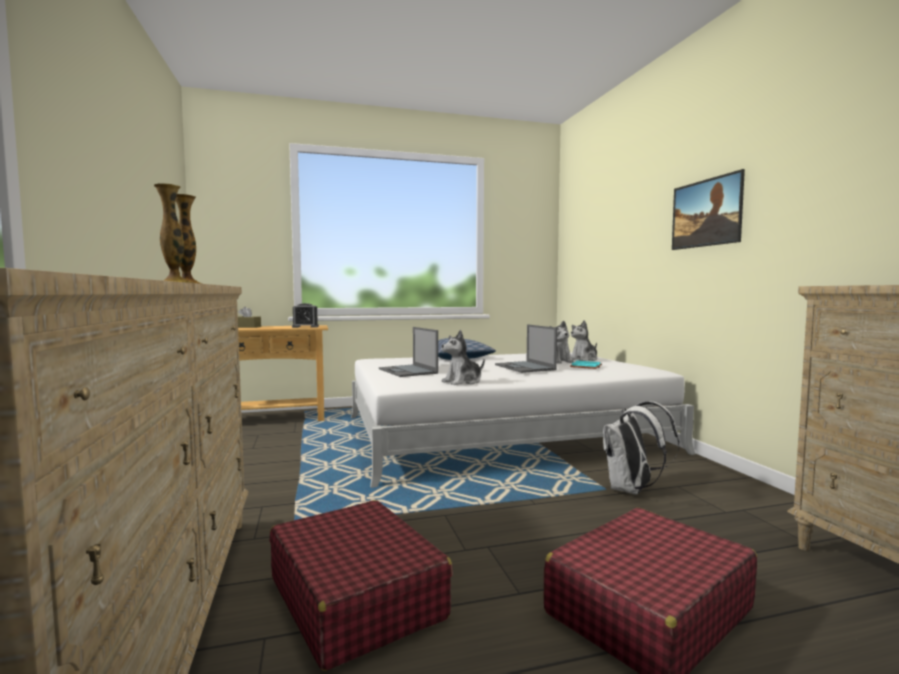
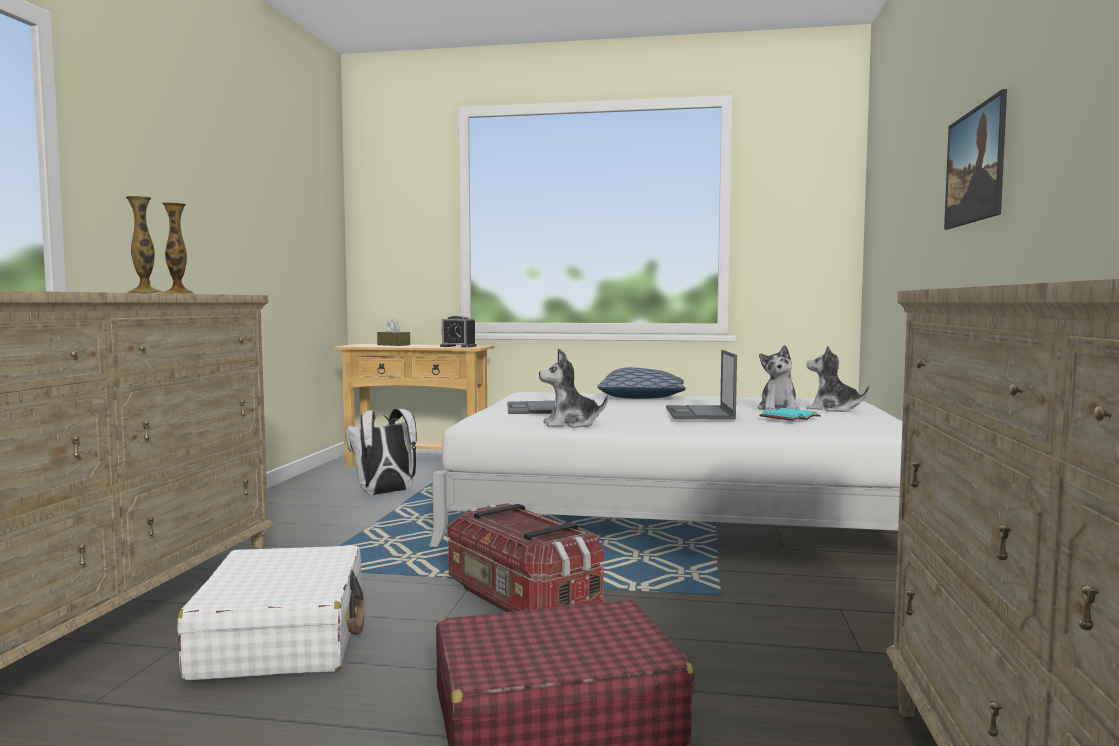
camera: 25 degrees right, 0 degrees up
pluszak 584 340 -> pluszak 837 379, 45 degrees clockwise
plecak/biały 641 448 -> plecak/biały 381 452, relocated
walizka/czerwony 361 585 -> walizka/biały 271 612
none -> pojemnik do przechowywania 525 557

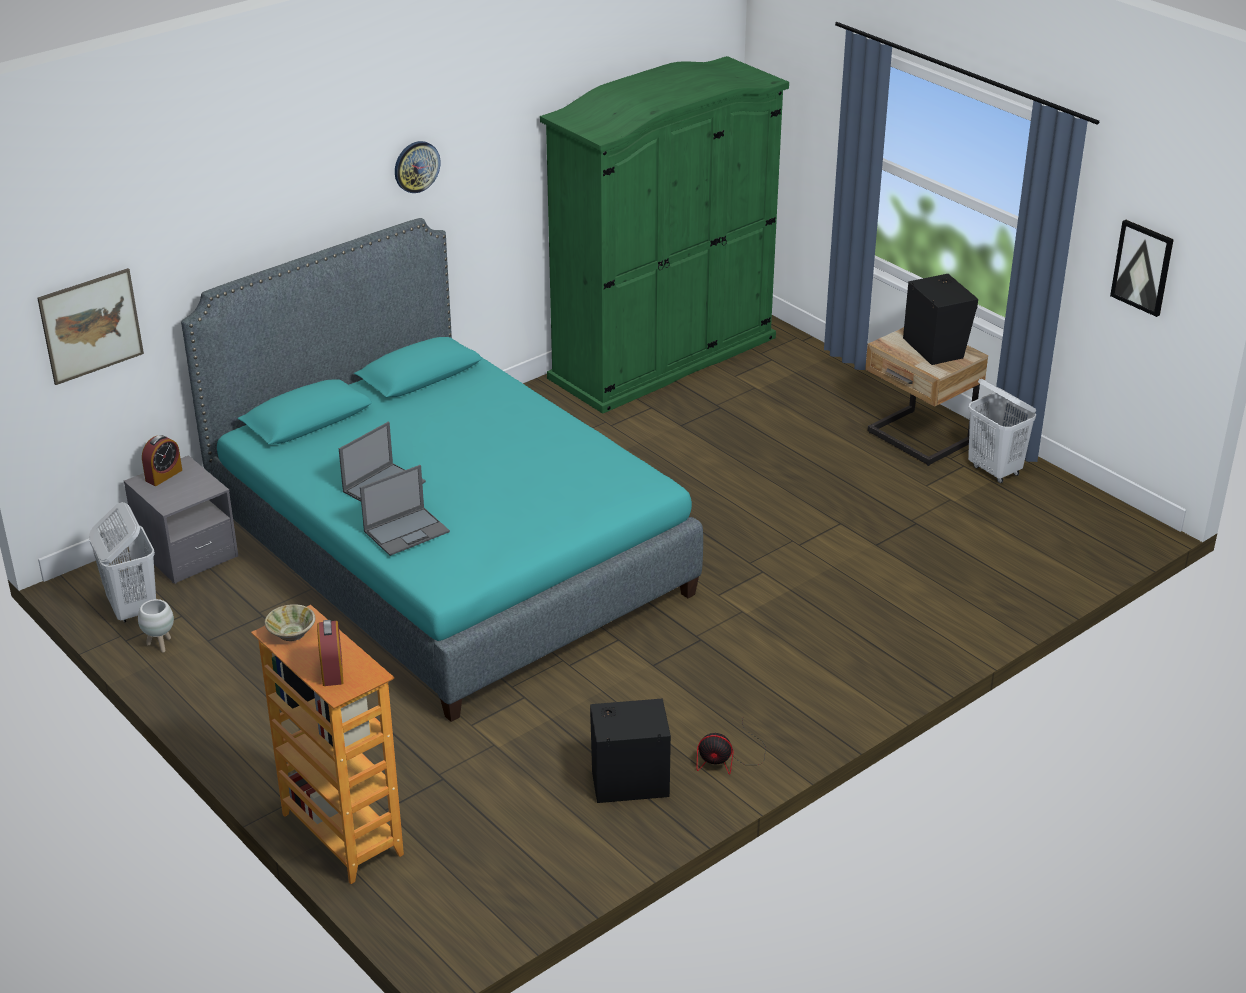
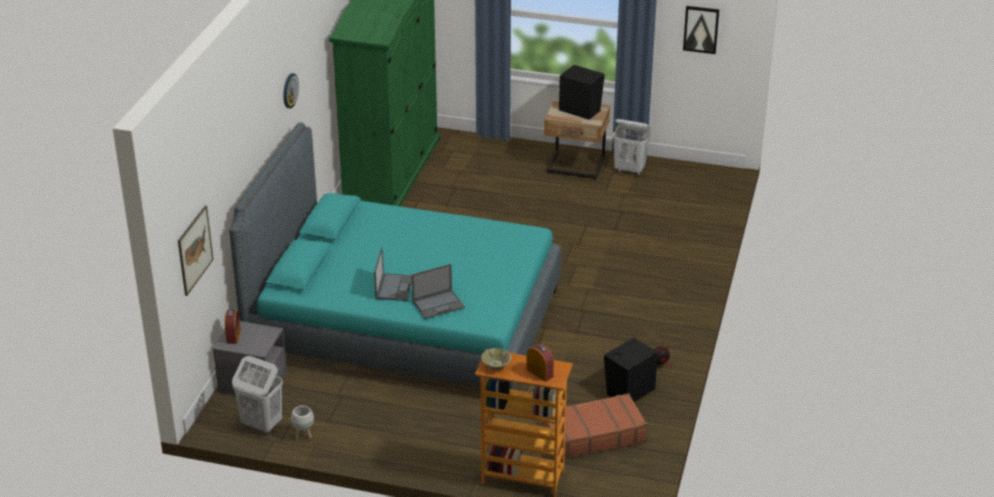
camera: 35 degrees left, 0 degrees up
laptop 405 510 -> laptop 438 291, 45 degrees clockwise
none -> walizka/brązowy 594 426

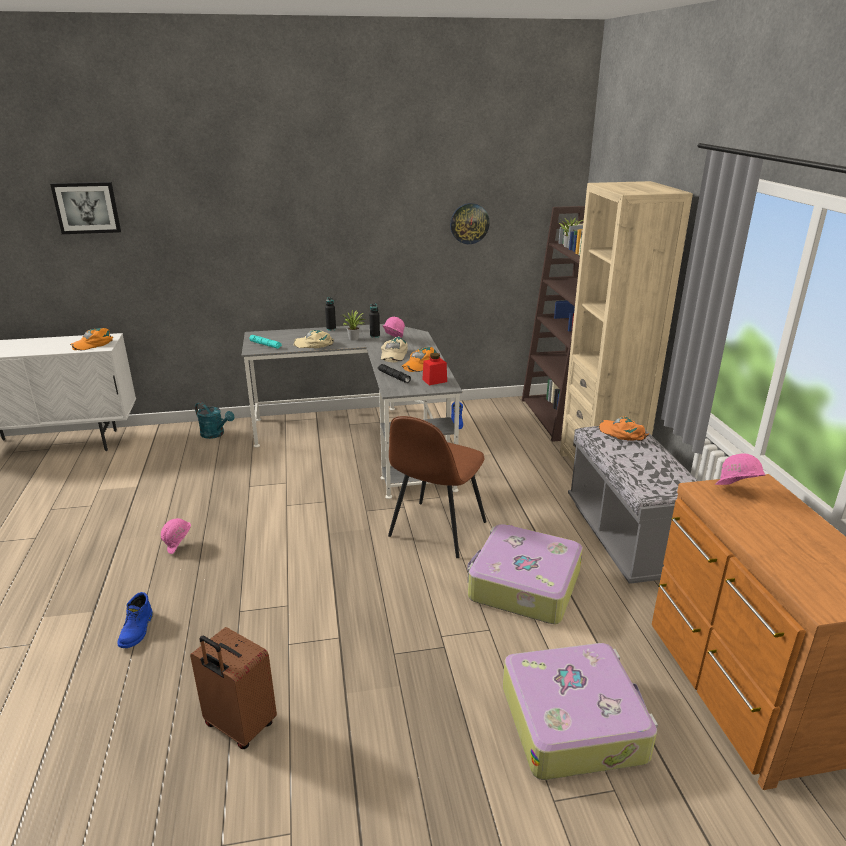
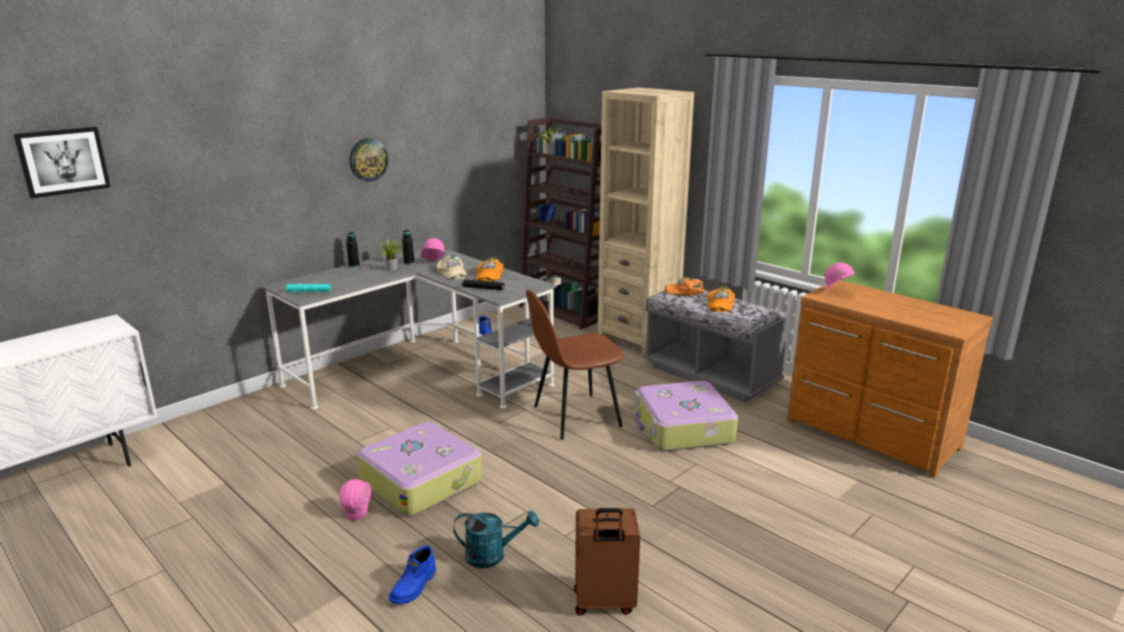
camera: 35 degrees left, 5 degrees down
zegar ścienny 470 223 -> zegar ścienny 368 160, relocated
czapka z daszkiem/pomarańczowy 91 339 -> czapka z daszkiem/pomarańczowy 721 299, relocated
czapka z daszkiem/beżowy 314 339 -> none
słoik/czerwony 434 369 -> none
konewka/turkusowy 214 420 -> konewka/turkusowy 496 539, relocated
krzesło/brązowy 437 487 -> krzesło/brązowy 575 365, 75 degrees clockwise
but z cholewką/niebieski 135 620 -> but z cholewką/niebieski 412 575, 60 degrees clockwise
walizka 580 711 -> walizka 419 469, relocated

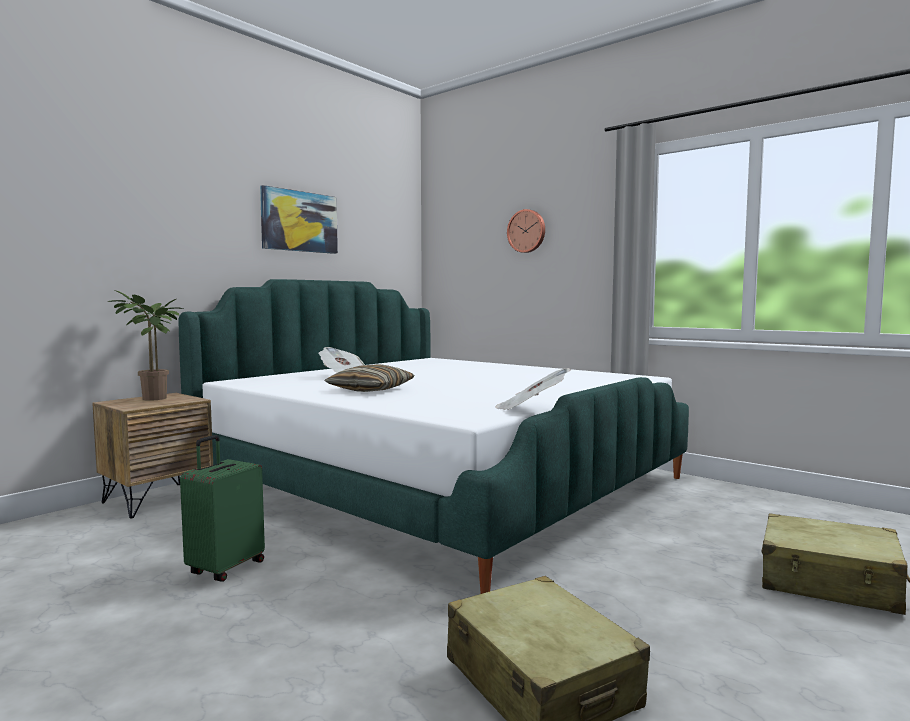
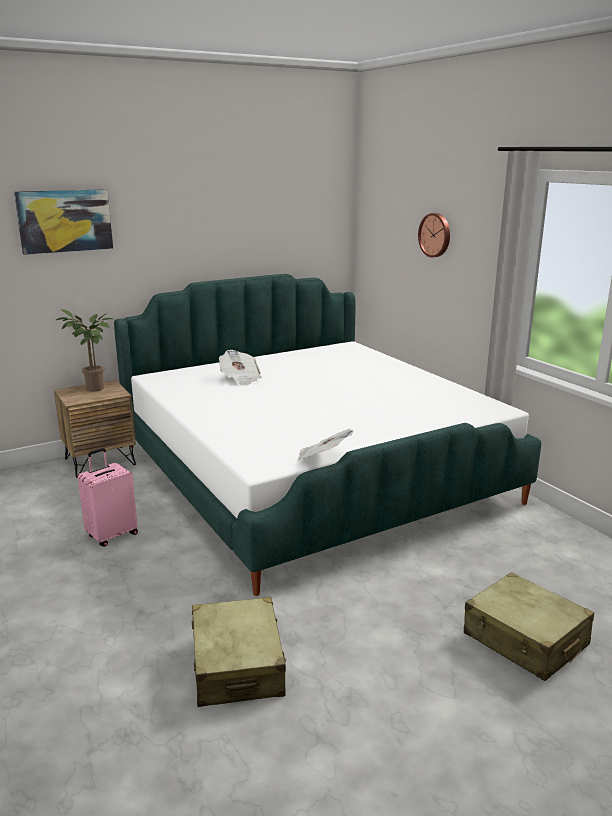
camera: 20 degrees right, 15 degrees up
obraz 299 219 -> obraz 63 222, relocated
poduszka 369 378 -> none
walizka/zielony 222 508 -> walizka/różowy 108 497

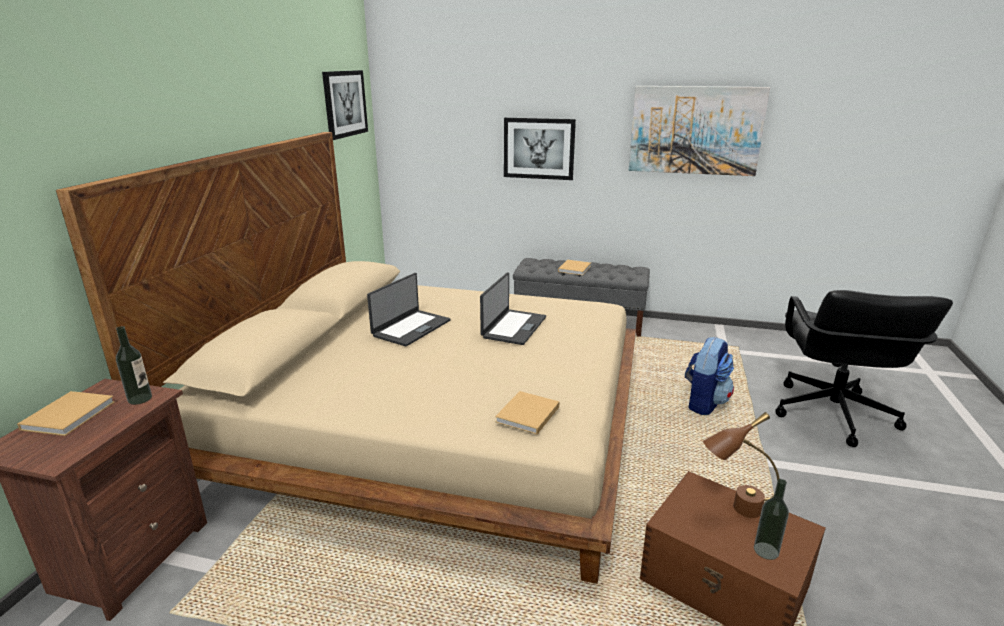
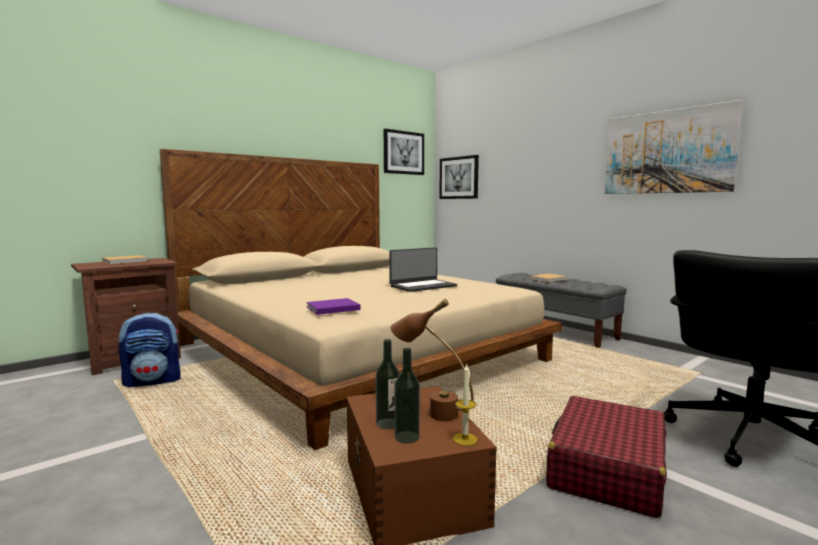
camera: 35 degrees right, 15 degrees down
obraz 540 149 -> obraz 459 177, relocated
laptop 409 309 -> none
butelka 134 365 -> butelka 387 384, relocated
plecak 709 376 -> plecak 149 350, relocated
książka/beżowy 527 413 -> książka/fioletowy 333 306
none -> świeca 465 404
none -> walizka/czerwony 606 457

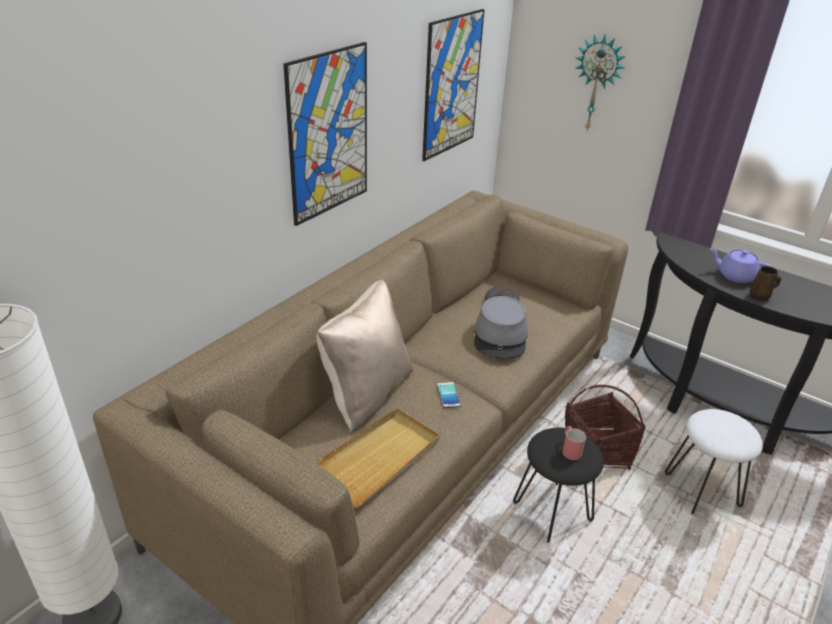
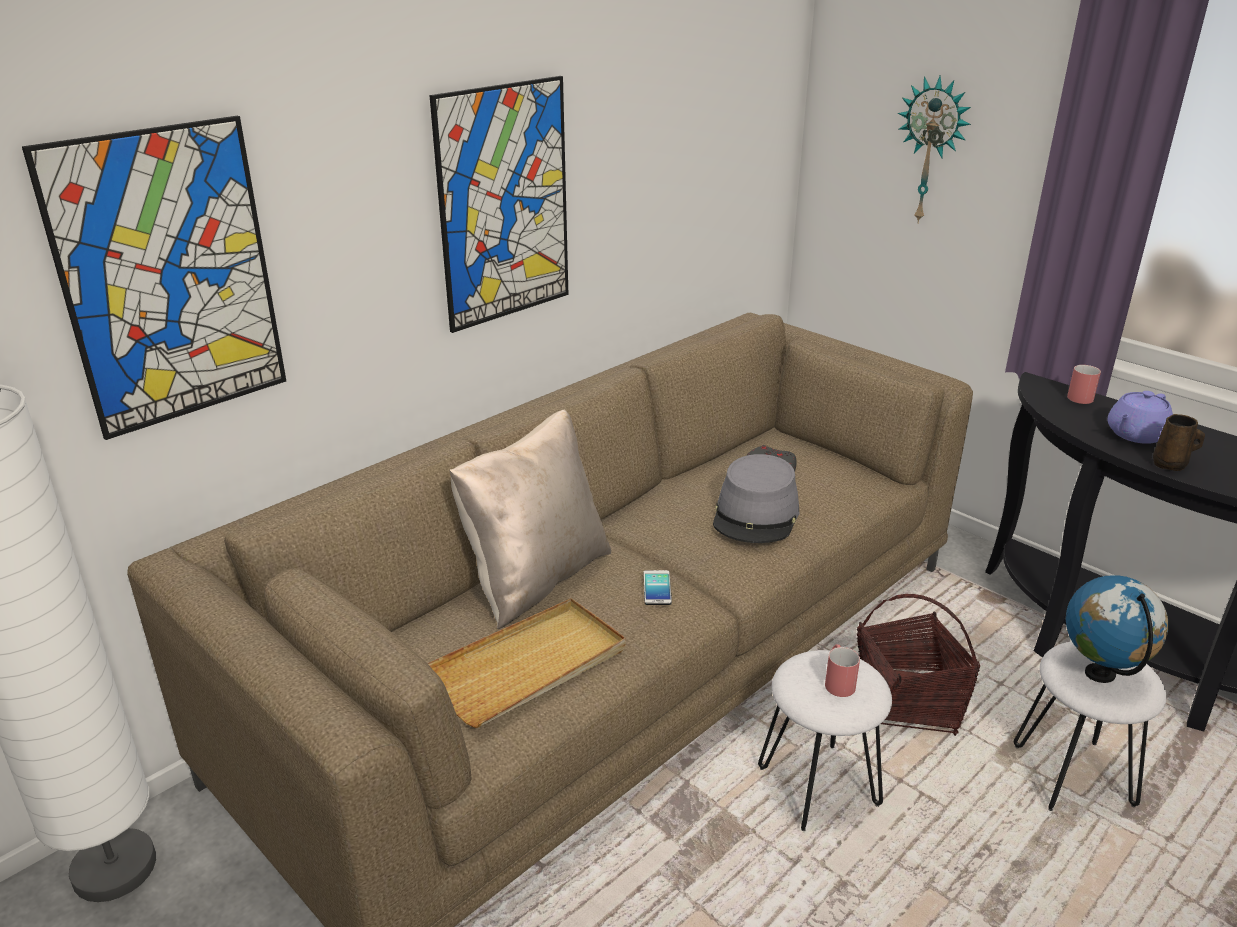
camera: 10 degrees right, 5 degrees down
obraz 453 85 -> obraz 154 278, relocated
imbryk/fioletowy 741 266 -> imbryk/fioletowy 1140 417, 75 degrees counterclockwise
stołek/czarny 558 485 -> stołek/biały 825 740
none -> kubek/czerwony 1084 384
none -> globus 1117 629

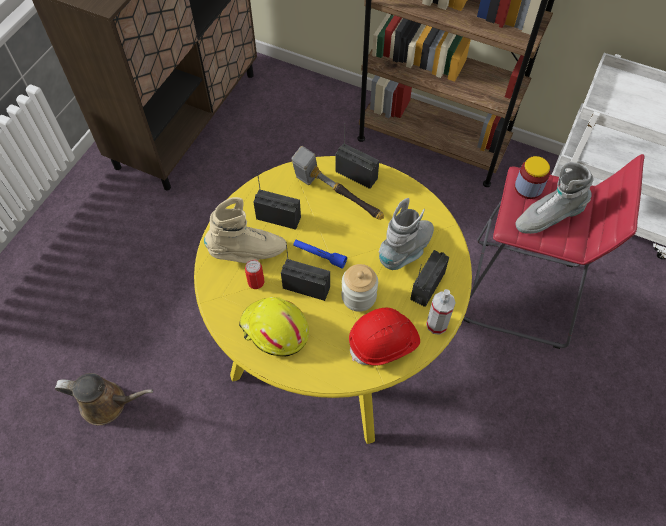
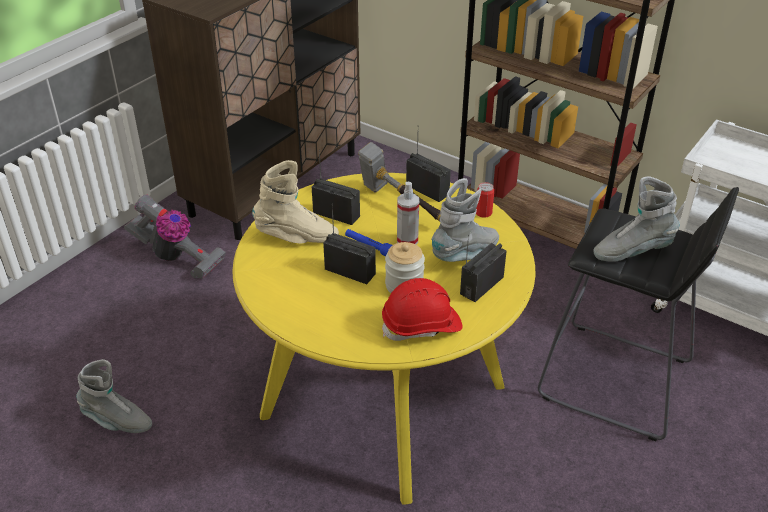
camera: 10 degrees right, 20 degrees down
stołek/czerwony 554 251 -> stołek/czarny 638 314
słoik 532 177 -> none
puszka 255 274 -> puszka 485 200, relocated
spryskiwacz 441 312 -> spryskiwacz 408 212, relocated
kask/żółty 274 326 -> none
konewka/brązowy 104 399 -> but z cholewką/szary 114 396
none -> odkurzacz 175 237

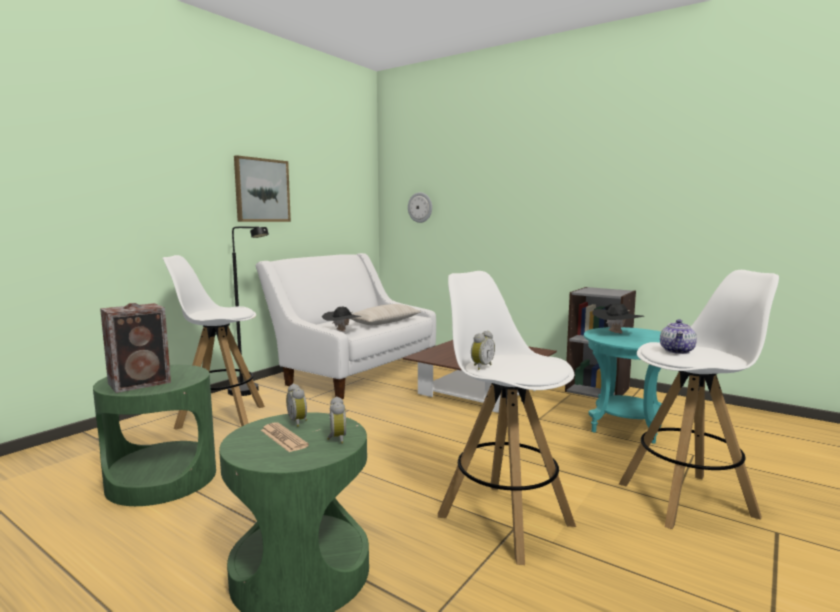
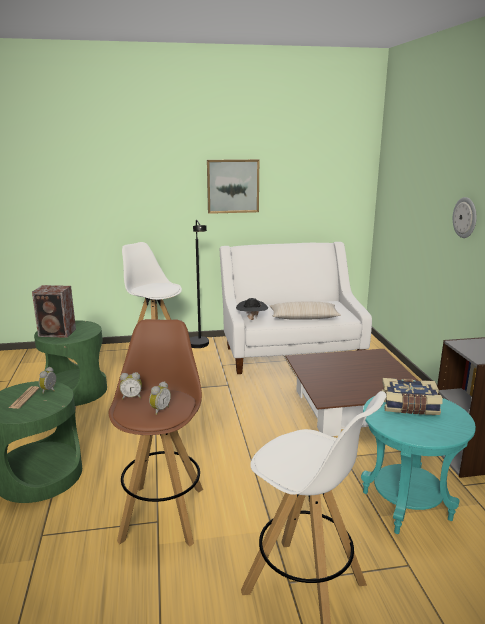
camera: 45 degrees right, 10 degrees up
zegar ścienny 420 207 -> zegar ścienny 465 217, relocated
stołek/biały 507 418 -> stołek/brązowy 156 433
kapelusz/czarny 618 318 -> książka 411 396
imbryk 678 336 -> none
budzik 336 420 -> budzik 160 398, relocated

